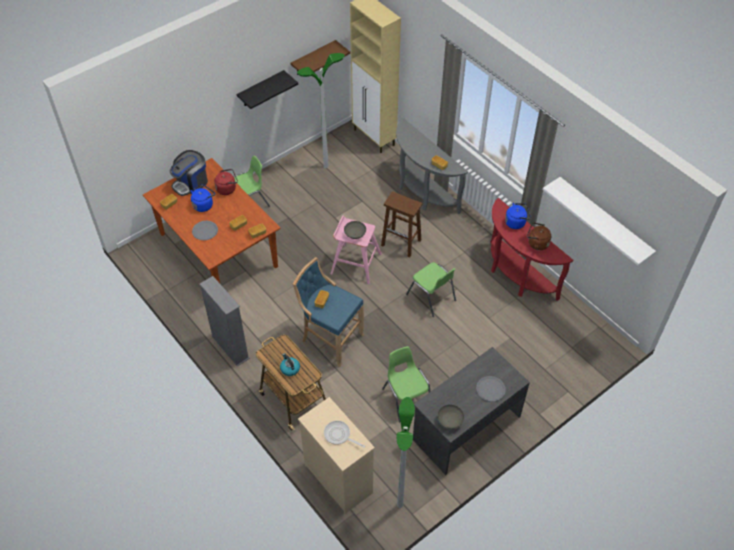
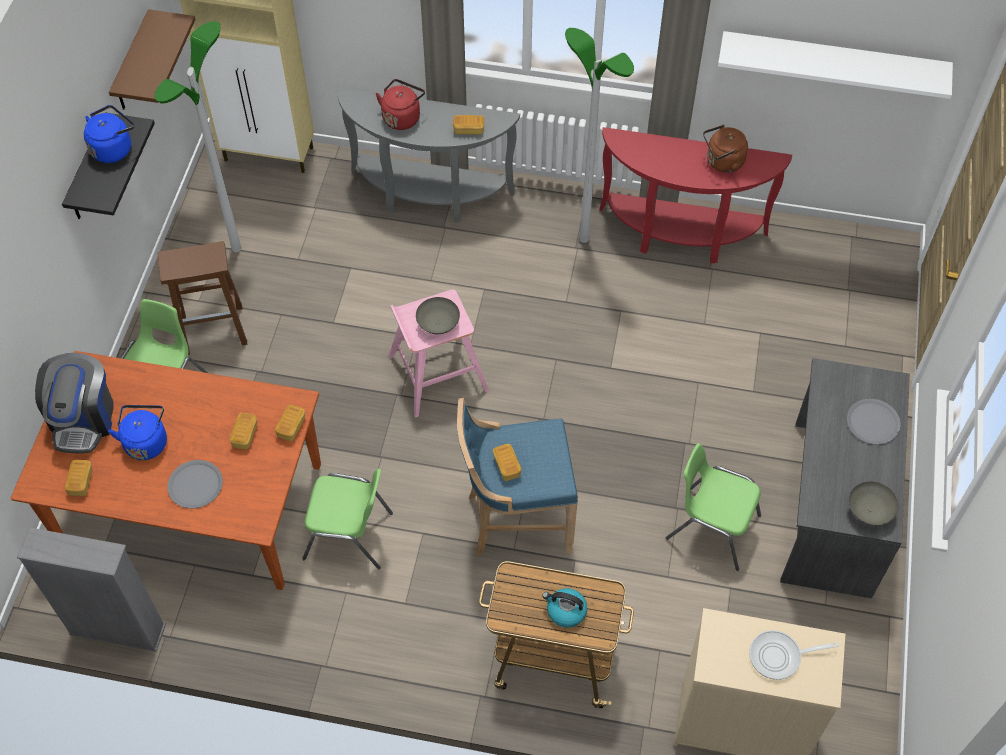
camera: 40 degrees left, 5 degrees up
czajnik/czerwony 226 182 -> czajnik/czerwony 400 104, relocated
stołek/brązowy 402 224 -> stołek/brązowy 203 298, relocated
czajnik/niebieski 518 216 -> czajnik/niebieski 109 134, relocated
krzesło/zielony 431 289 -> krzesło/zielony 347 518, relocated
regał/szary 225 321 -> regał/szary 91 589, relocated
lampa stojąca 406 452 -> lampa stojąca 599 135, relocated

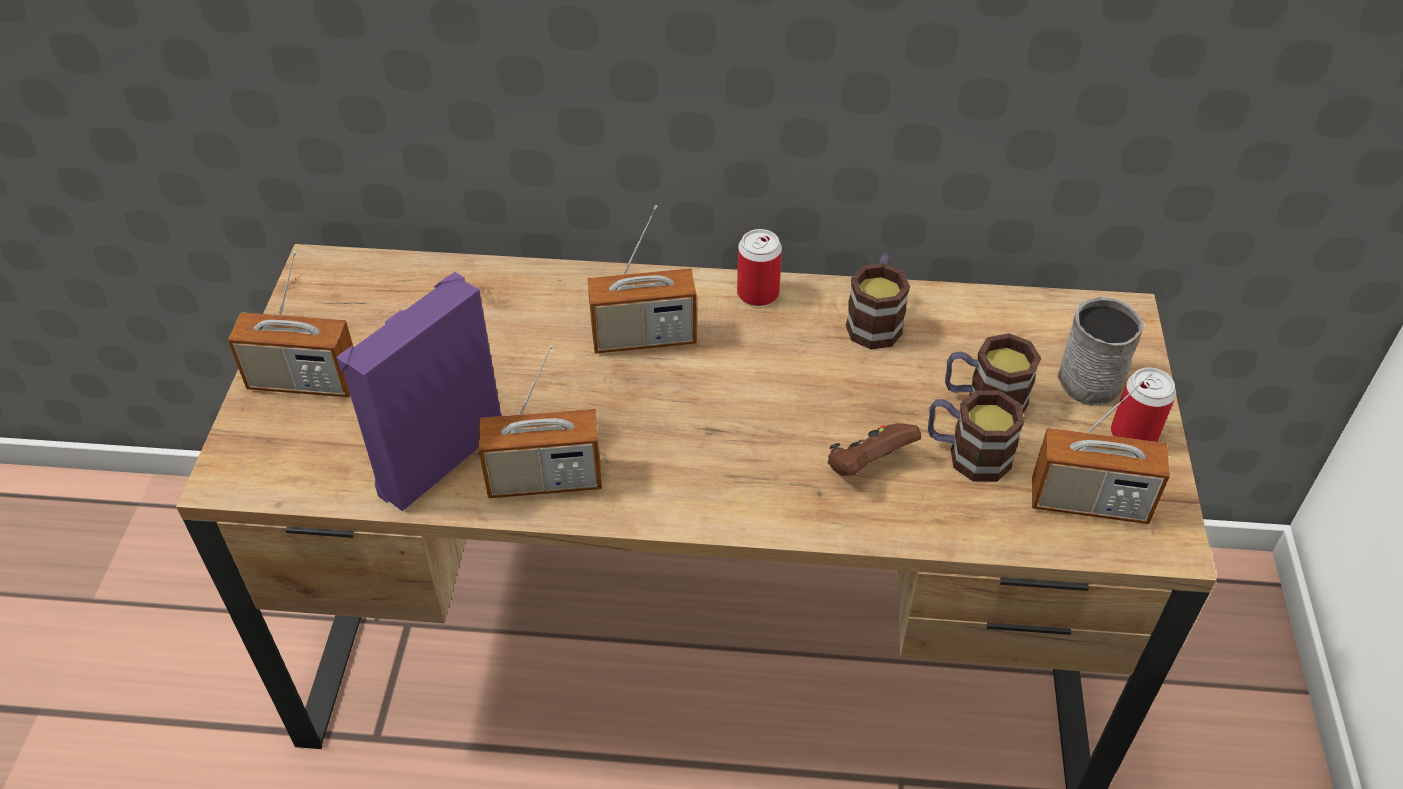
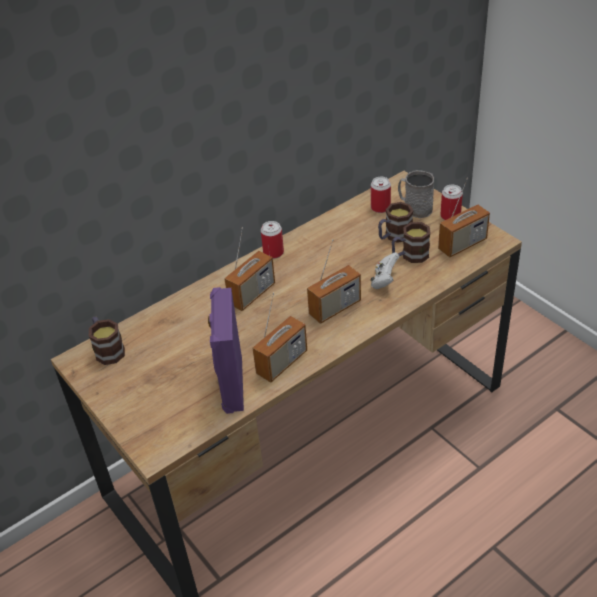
camera: 40 degrees left, 5 degrees down
radio 290 324 -> radio 334 281, relocated
kubek 878 302 -> kubek 107 340, relocated
pad do gier/brązowy 874 449 -> pad do gier/biały 384 270
none -> puszka 381 195

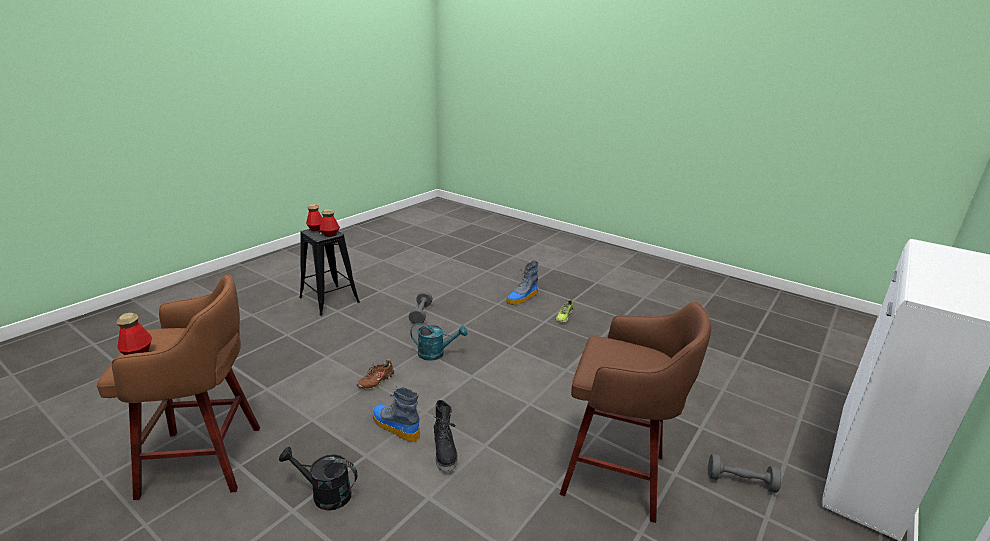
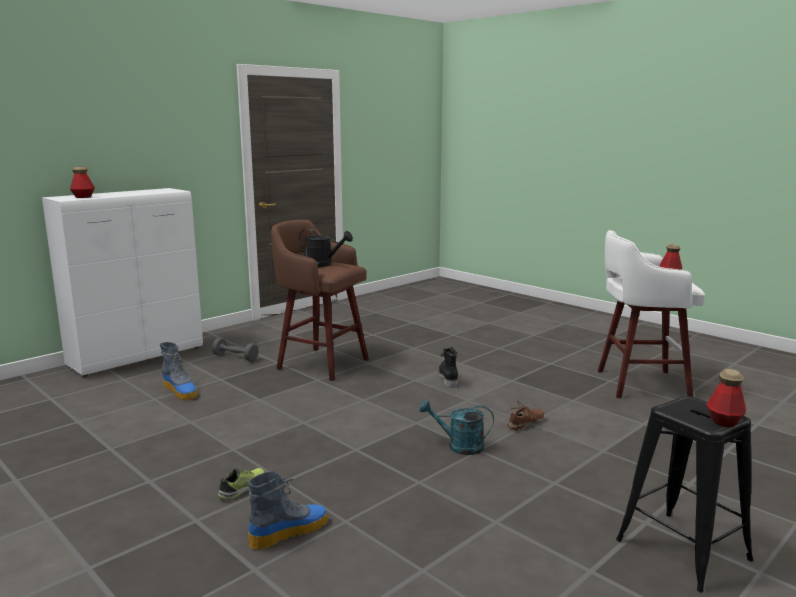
camera: 170 degrees left, 10 degrees down
butelka 329 223 -> butelka 82 182, relocated
stołek/brązowy 178 387 -> stołek/biały 651 314
hantel/szary 420 307 -> none
but z cholewką 396 414 -> but z cholewką 178 371, relocated
konewka/czarny 318 479 -> konewka/czarny 326 248, relocated

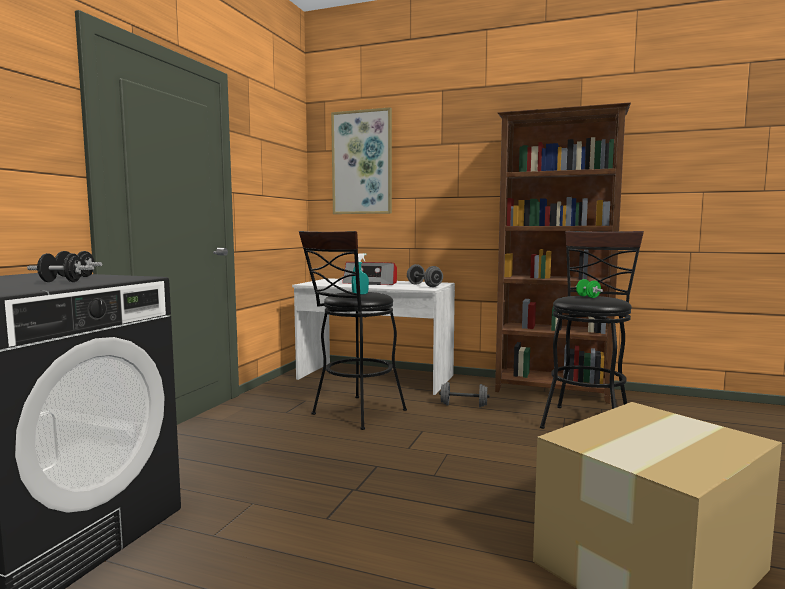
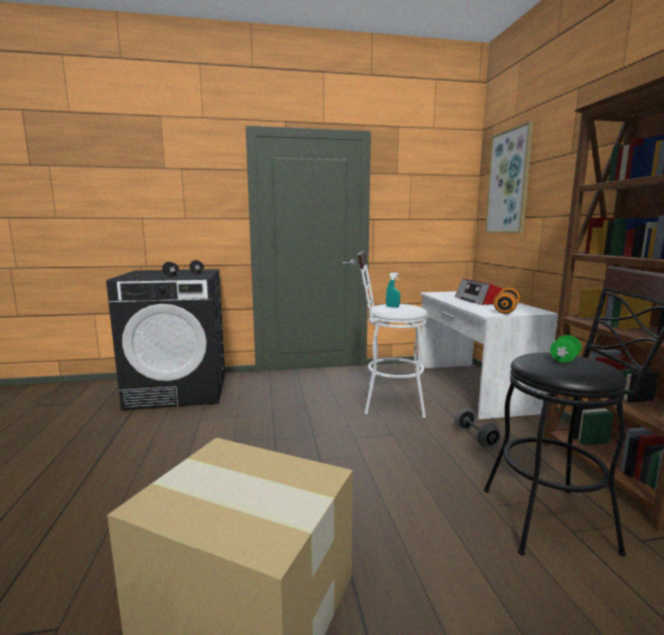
camera: 60 degrees right, 5 degrees up
stołek/czarny 353 330 -> stołek/biały 392 334
hantel/szary 425 275 -> hantel/pomarańczowy 507 301

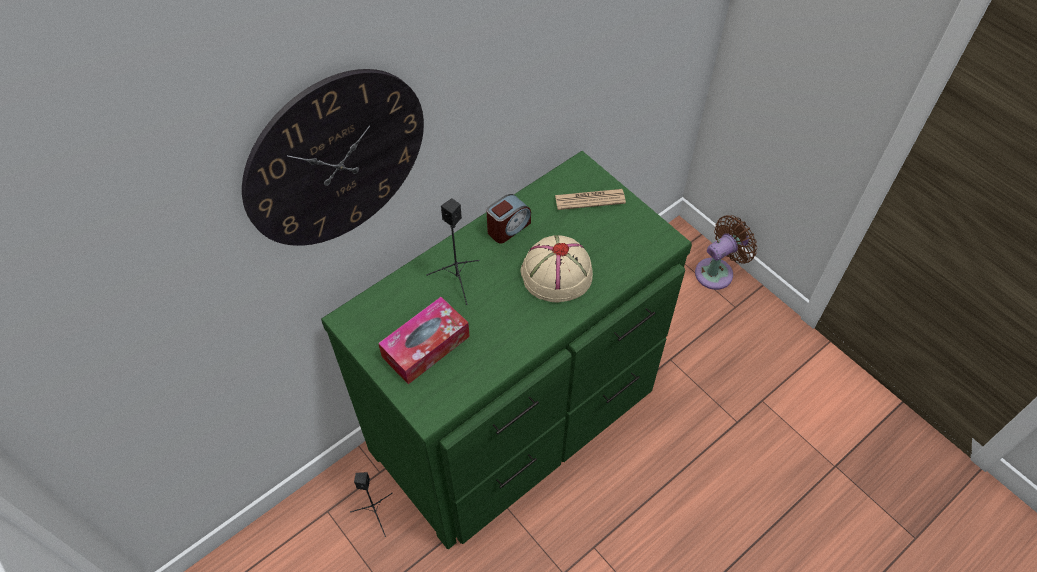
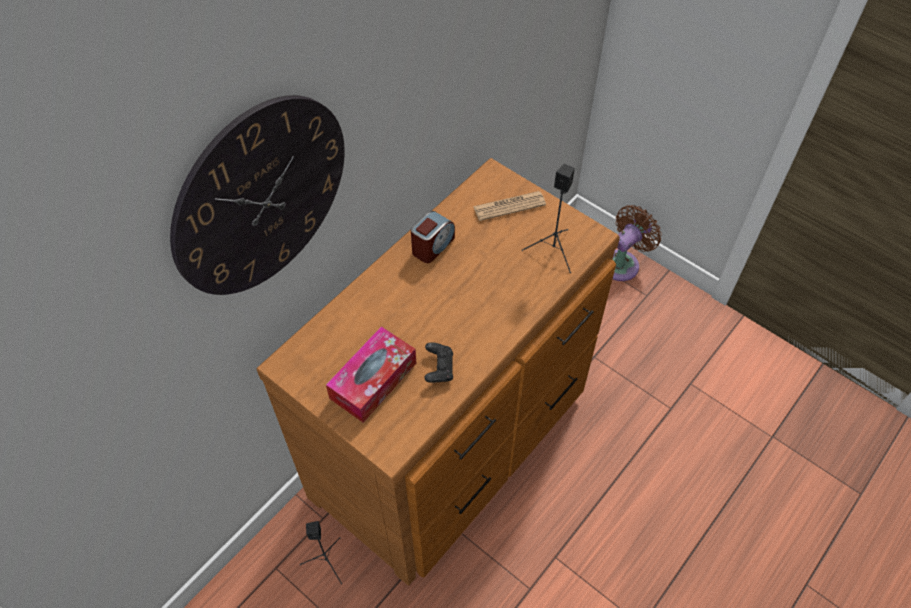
camera: 10 degrees left, 0 degrees up
komoda/zielony 506 350 -> komoda/brązowy 438 371
głośnik/czarny 453 251 -> głośnik/czarny 548 218, relocated
kapelusz/beżowy 557 268 -> none
none -> pad do gier/czarny 438 362

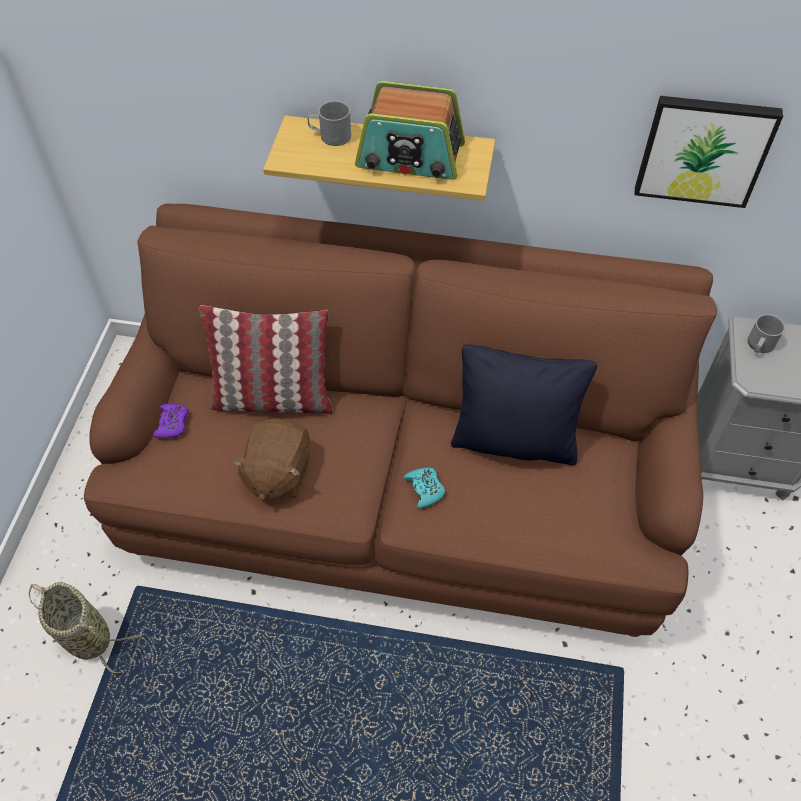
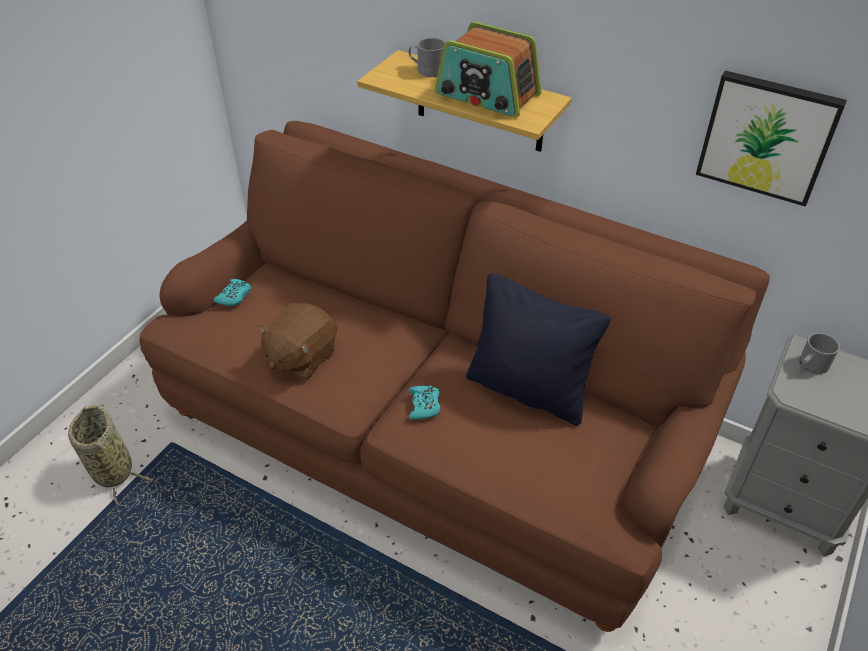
camera: 20 degrees right, 10 degrees down
poduszka 266 359 -> none
pad do gier/fioletowy 170 421 -> pad do gier/turkusowy 232 292

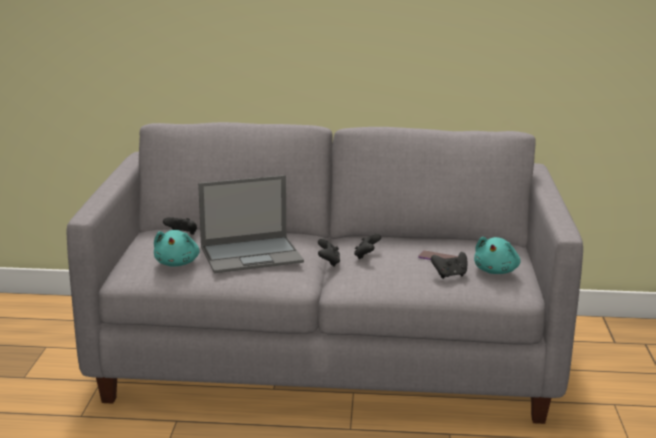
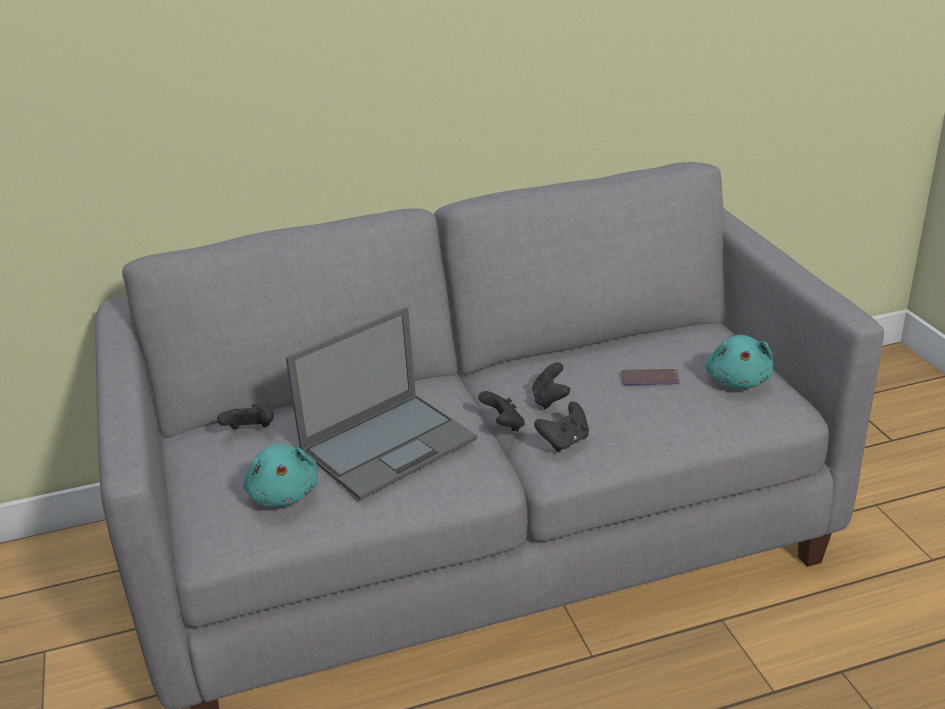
camera: 20 degrees left, 10 degrees up
pad do gier/czarny 449 265 -> pad do gier/czarny 561 427, relocated

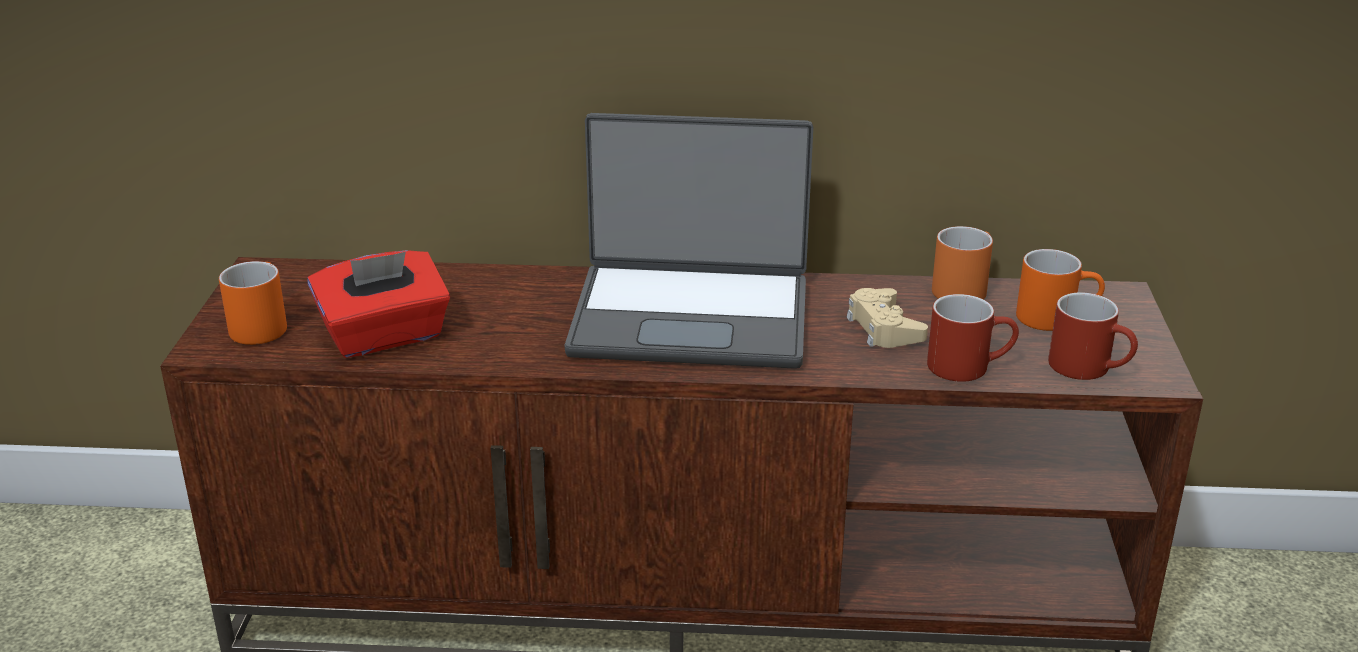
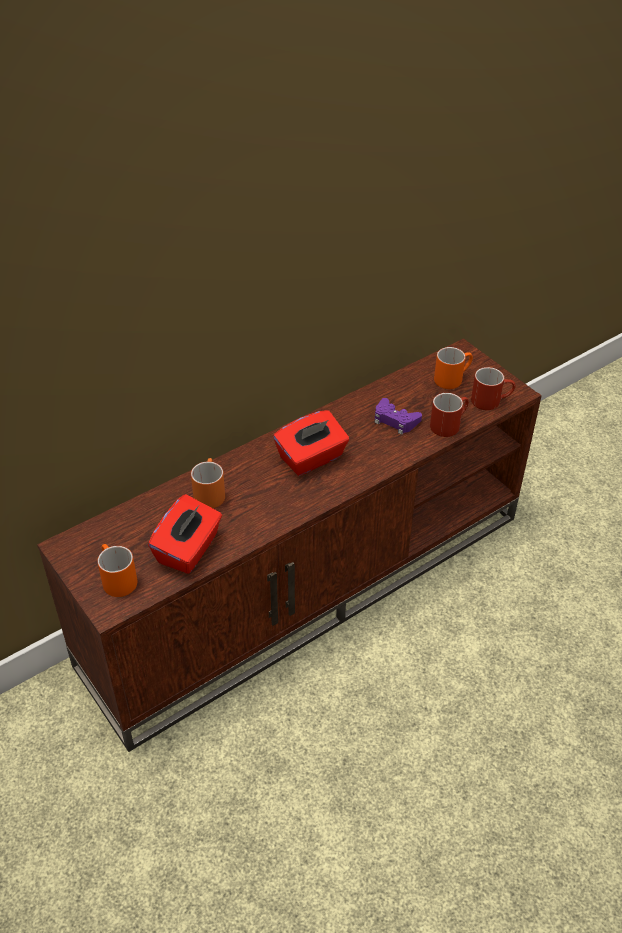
camera: 40 degrees left, 15 degrees up
laptop 689 241 -> pudełko chusteczek/czerwony 311 443
kubek/pomarańczowy 962 263 -> kubek/pomarańczowy 208 483, relocated
pad do gier/beżowy 887 318 -> pad do gier/fioletowy 398 416

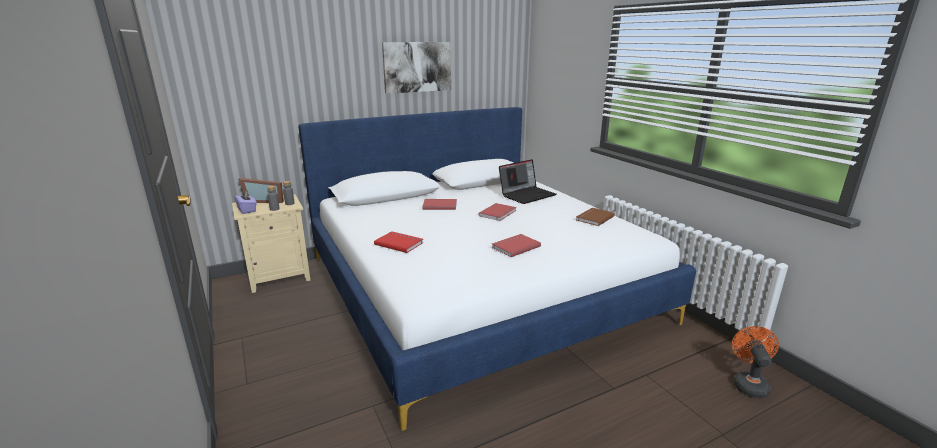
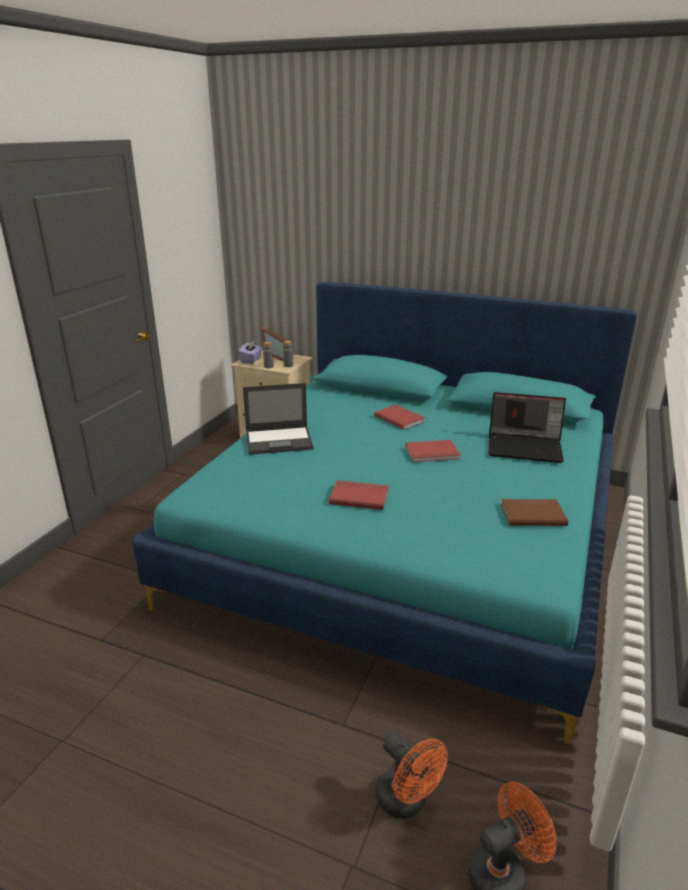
camera: 50 degrees right, 5 degrees up
obraz 416 68 -> none
łóżko/biały 497 269 -> łóżko/turkusowy 384 513
książka/czerwony 399 242 -> laptop 278 419
none -> wentylator/pomarańczowy 412 775

